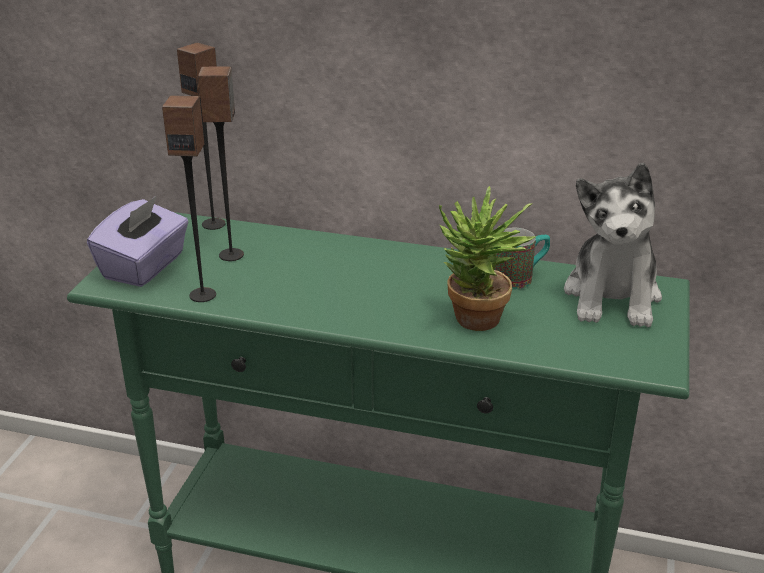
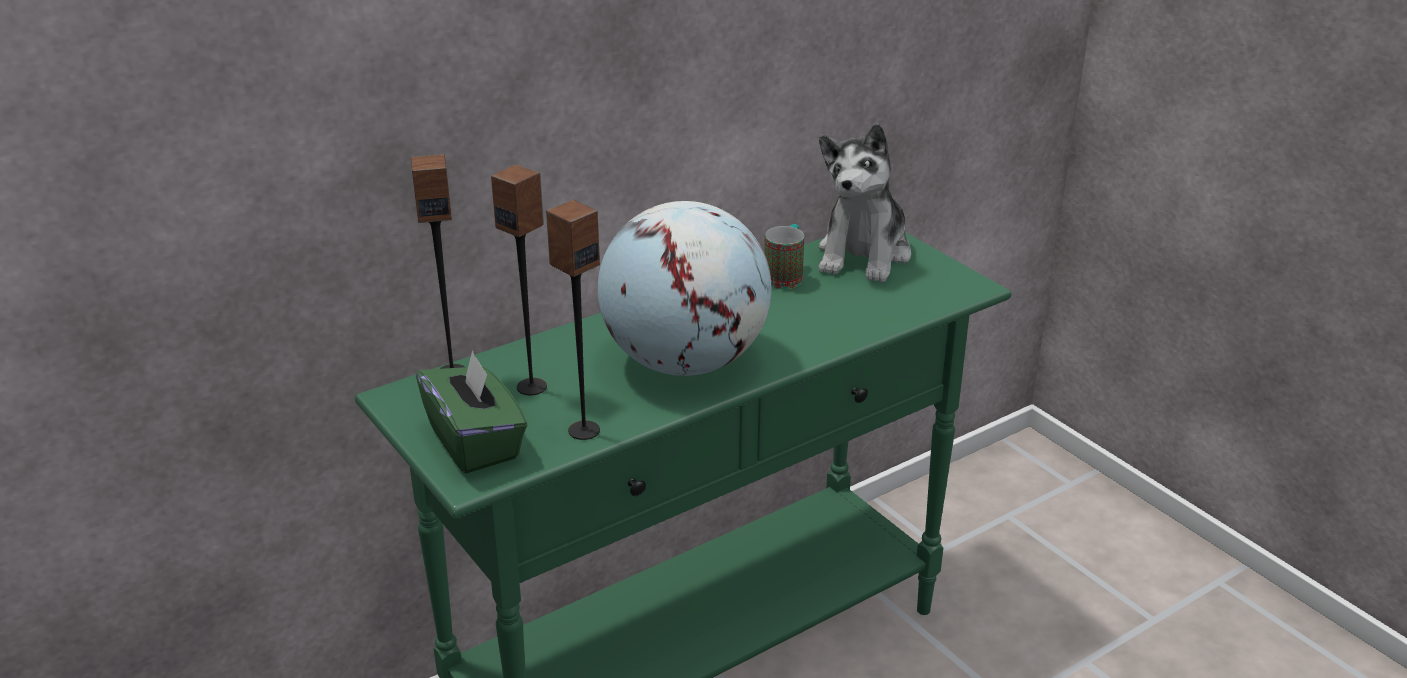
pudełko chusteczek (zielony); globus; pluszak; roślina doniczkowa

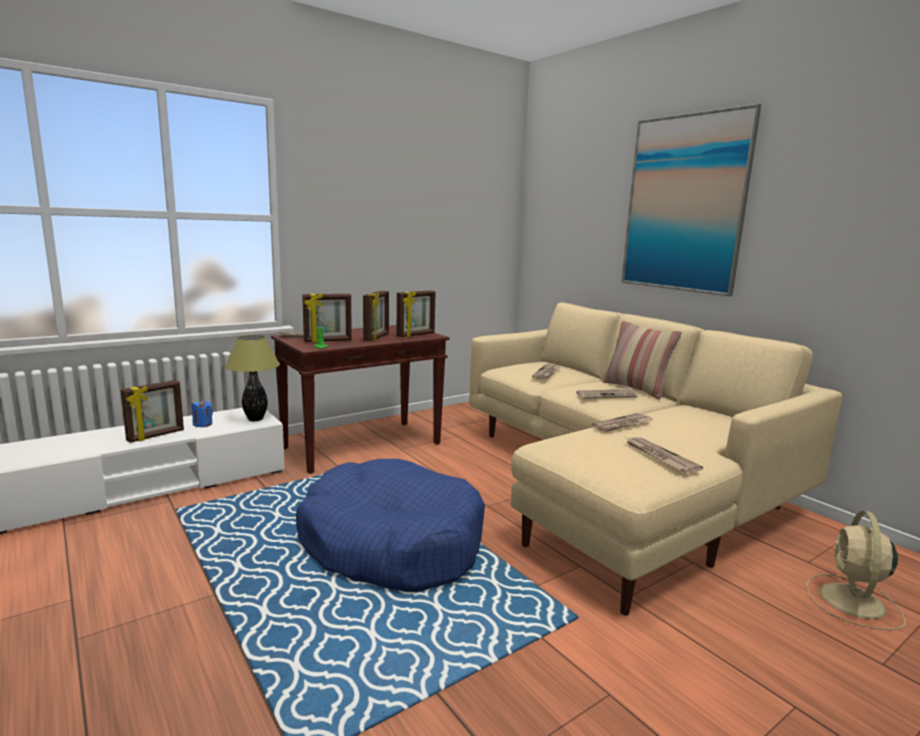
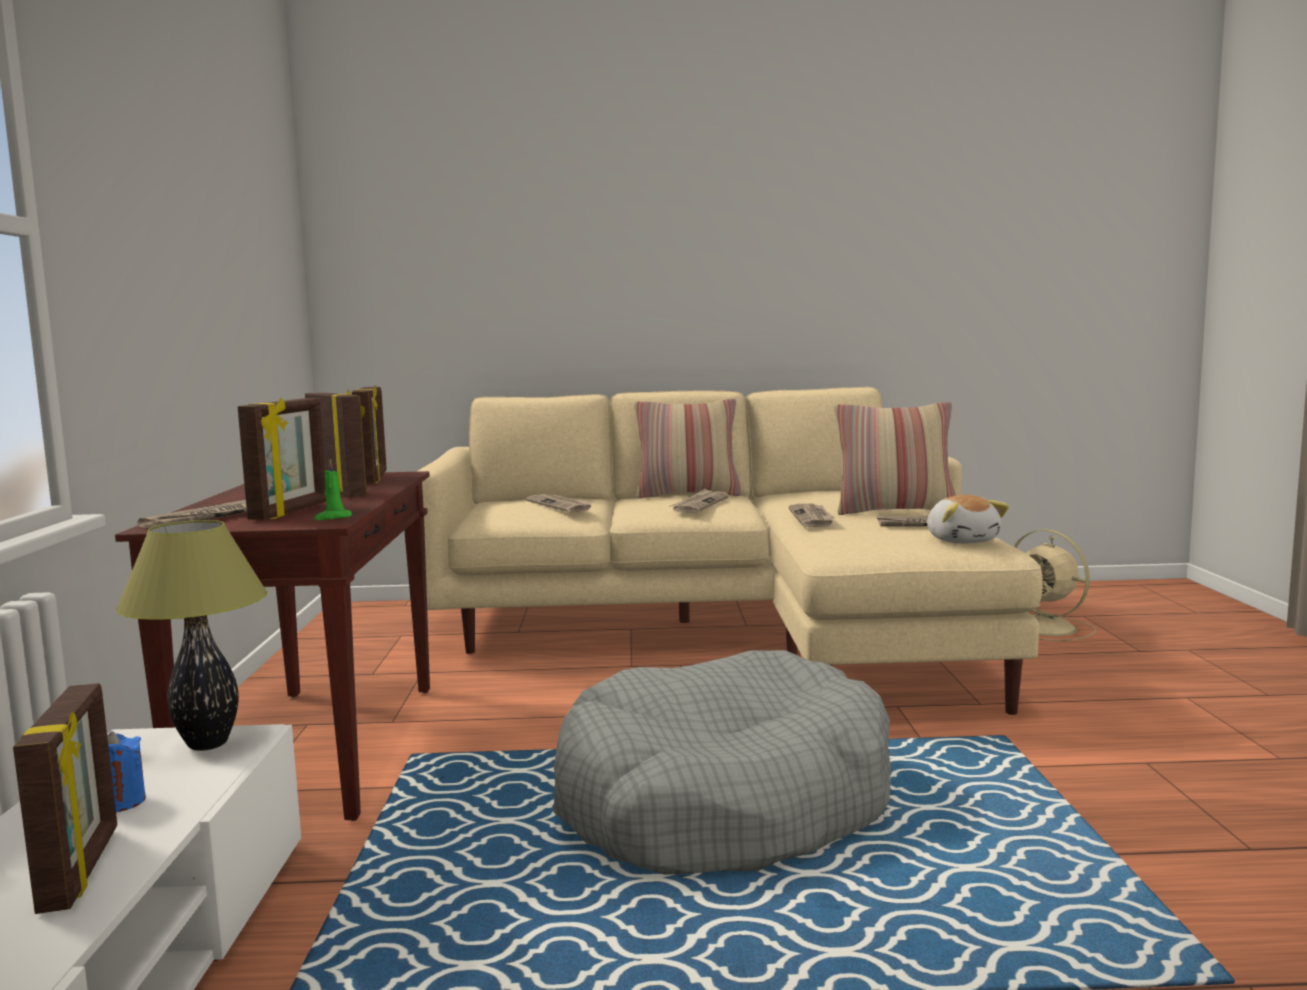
legowisko (szary); poduszka (no. 2 from left); pluszak; obraz

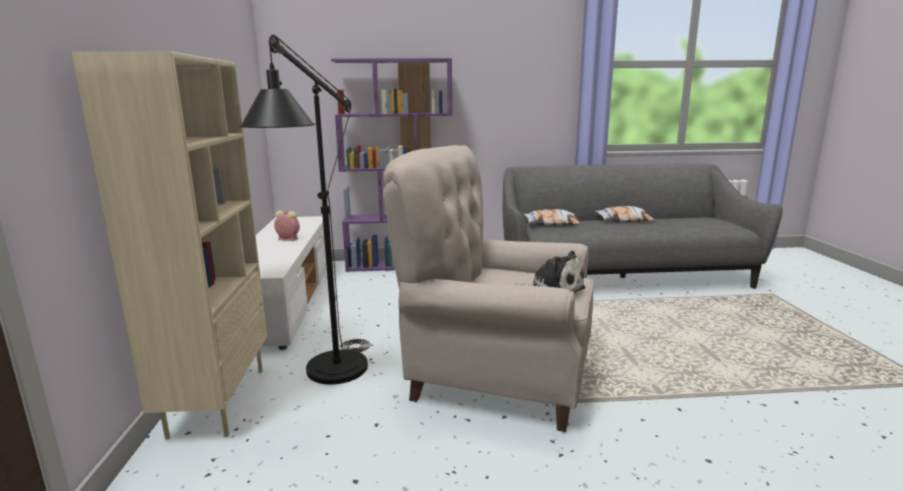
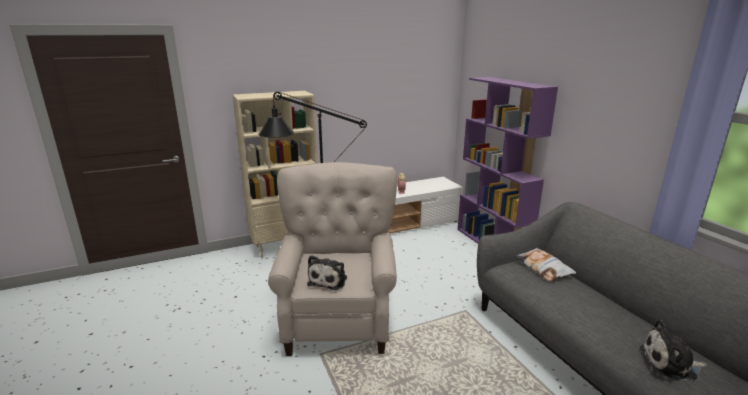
pluszak (no. 2 from left); poduszka (no. 2 from left in the first image)

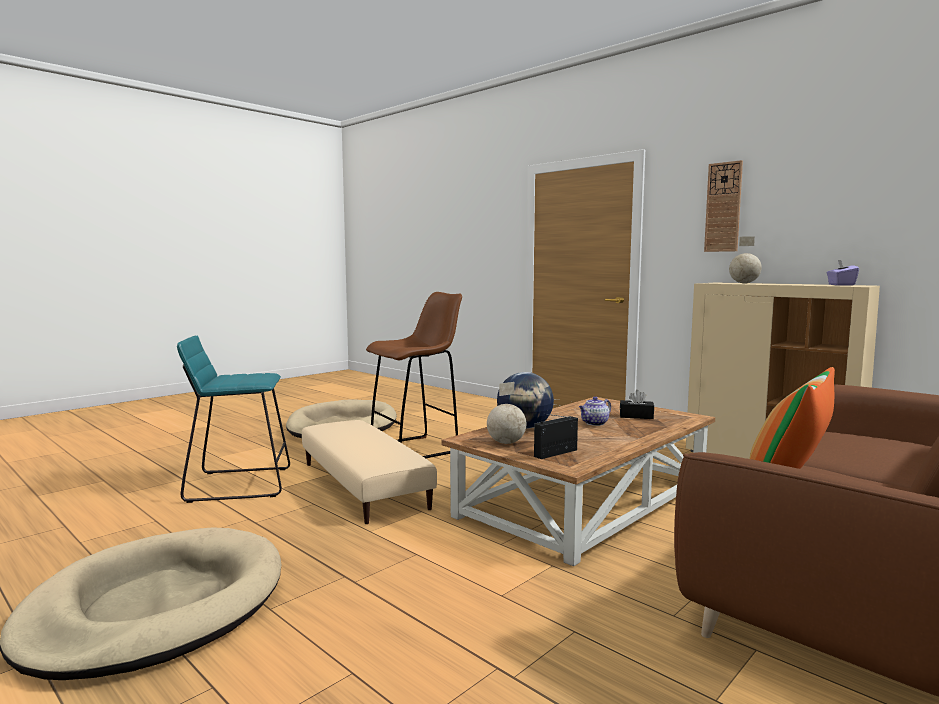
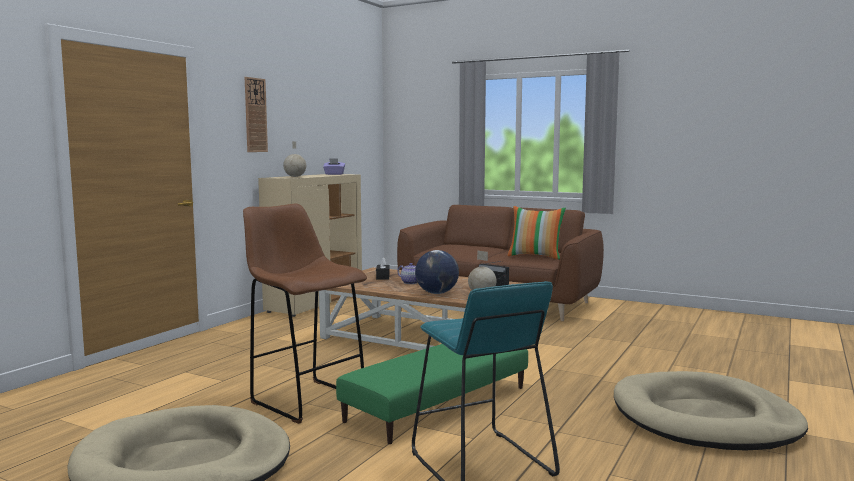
pufa (zielony)

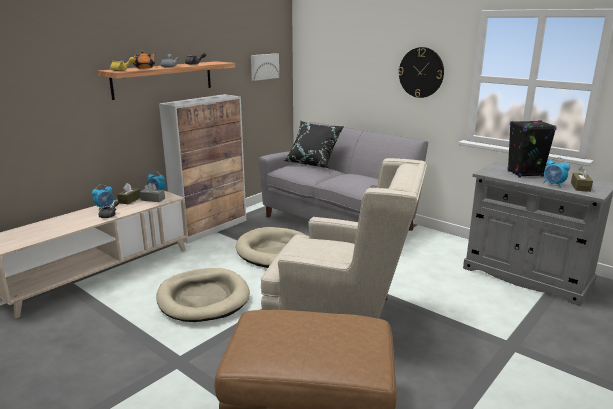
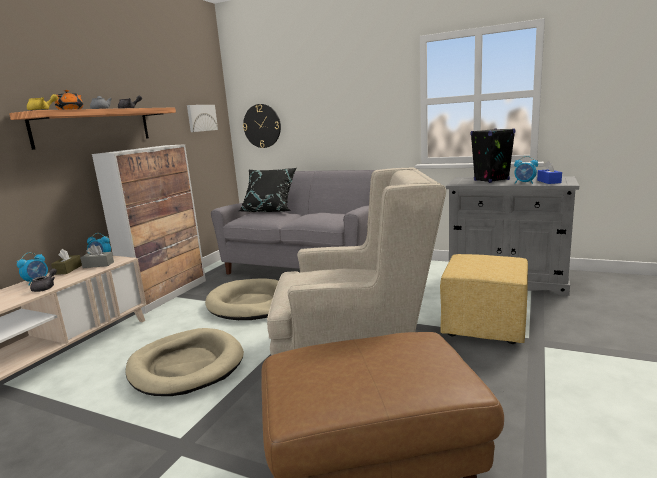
zegar ścienny; pufa (żółty); pudełko chusteczek (niebieski)

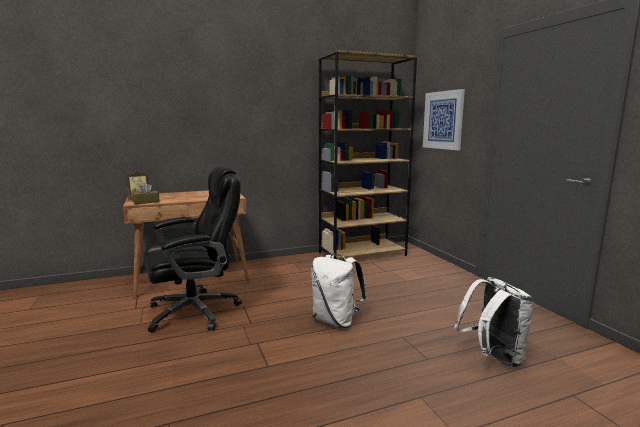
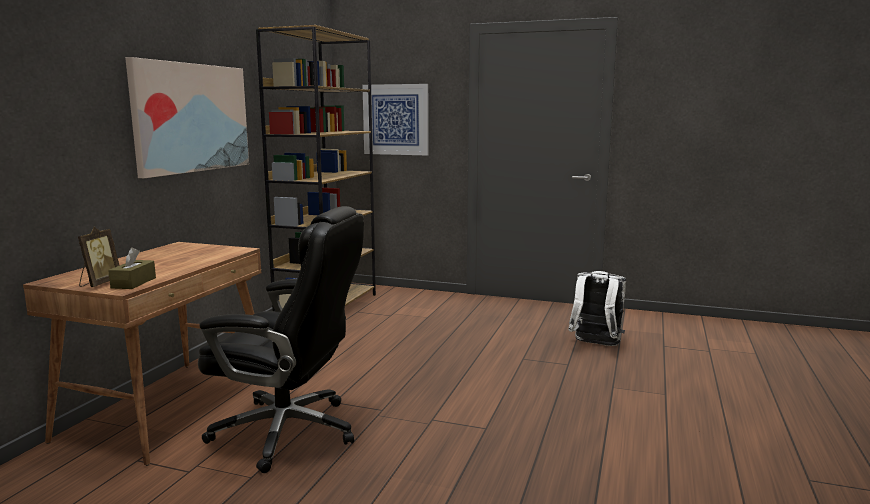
obraz (no. 1 from left); krzesło biurowe (czarny); plecak (biały) (no. 1 from left in the first image)

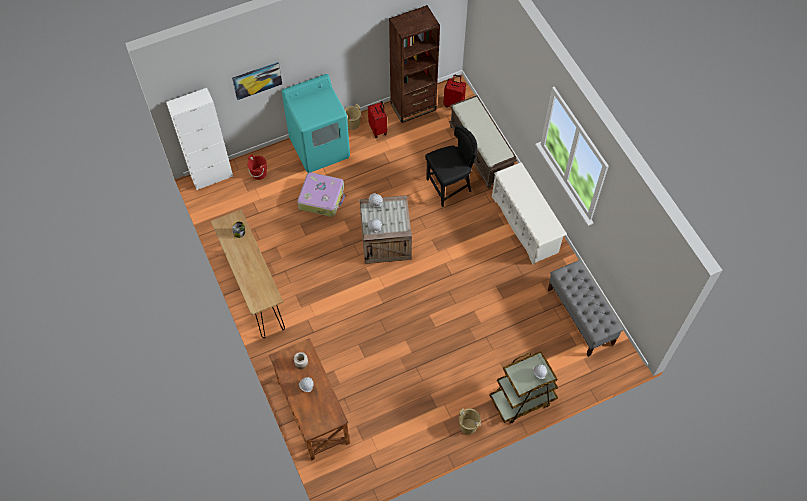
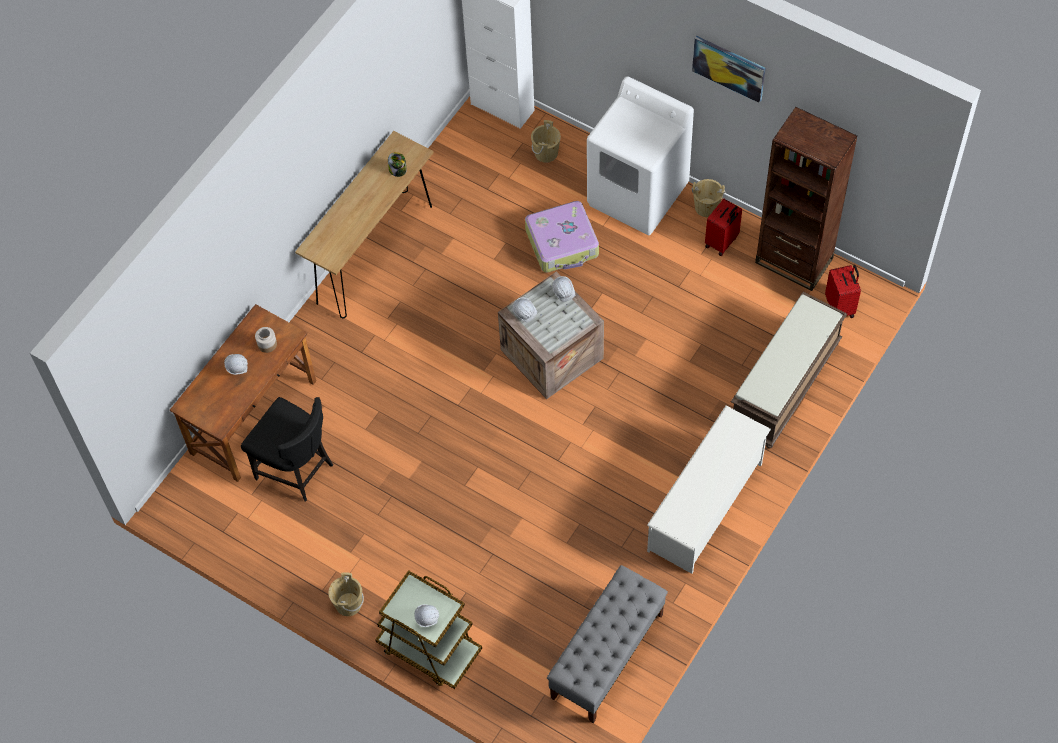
krzesło (czarny); wiadro (beżowy) (no. 2 from left); pralka (biały); obraz

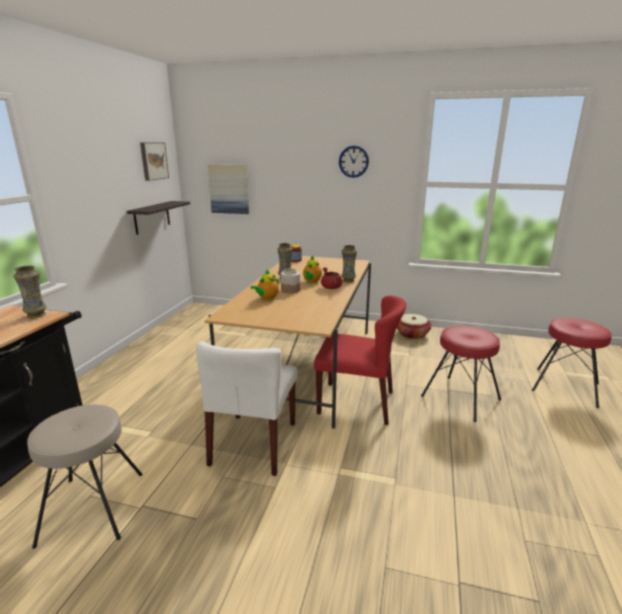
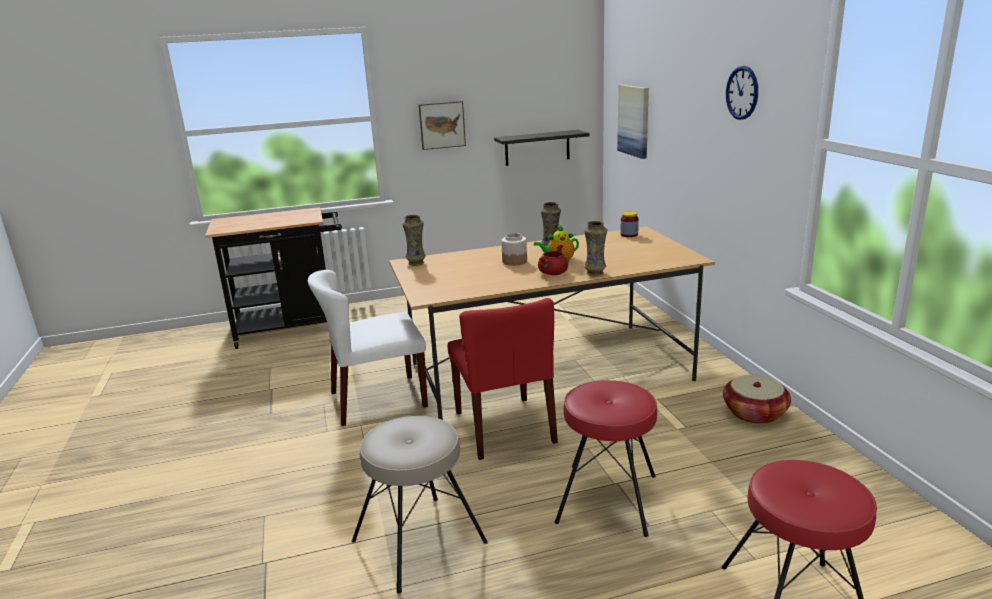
stołek (beżowy); wazon (no. 1 from left); obraz (no. 1 from left); imbryk (no. 1 from left in the first image)

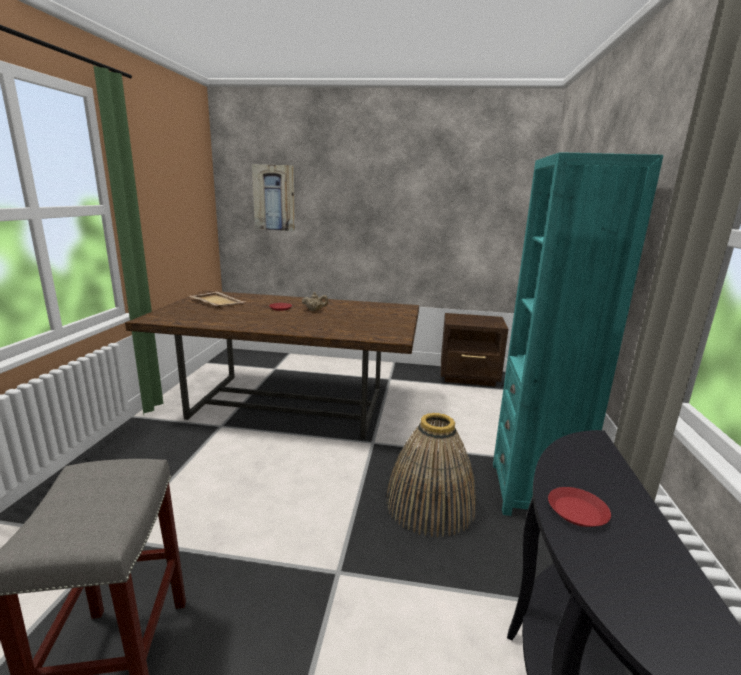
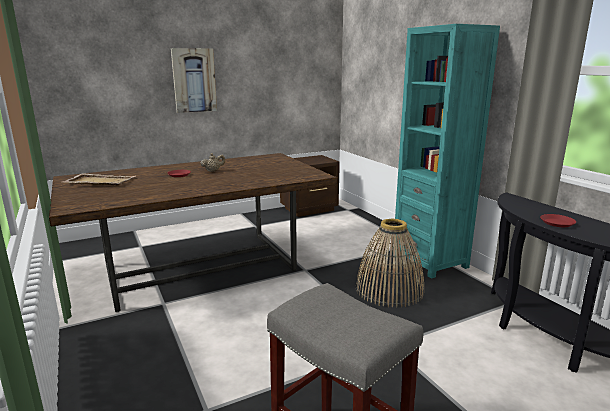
obraz

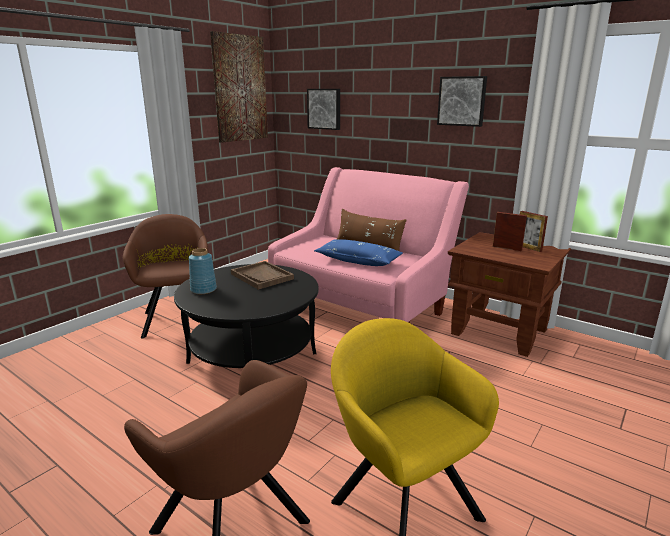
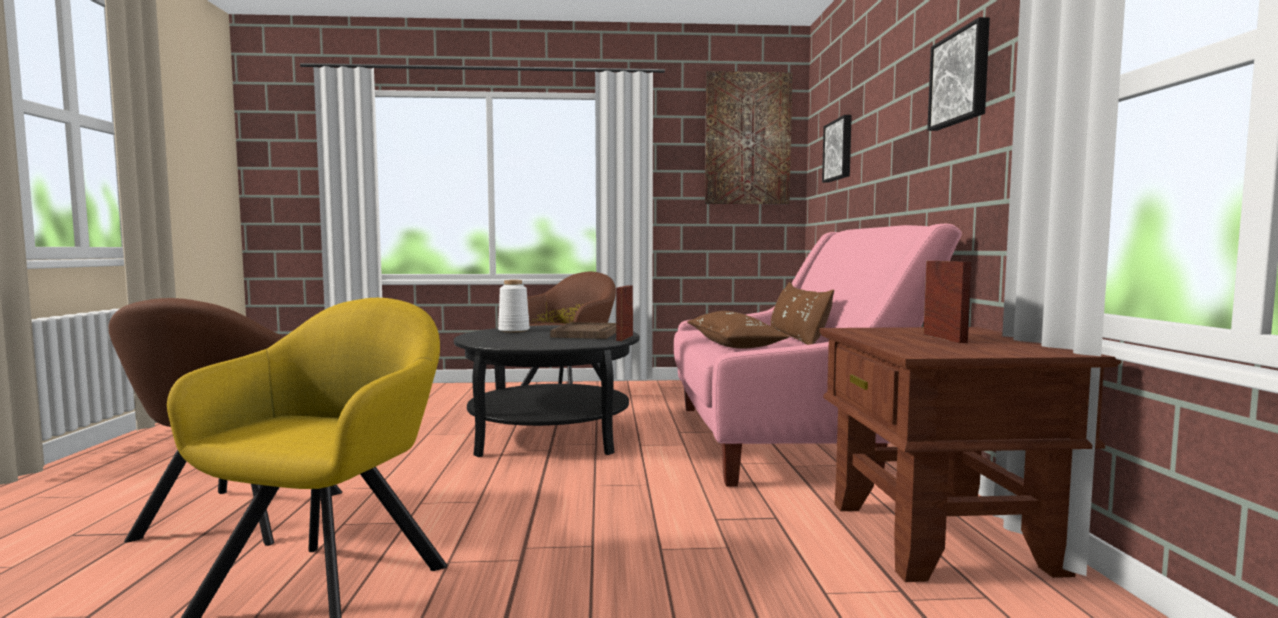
wazon (biały); ramka na zdjęcie (no. 1 from left); poduszka (brązowy) (no. 1 from left)

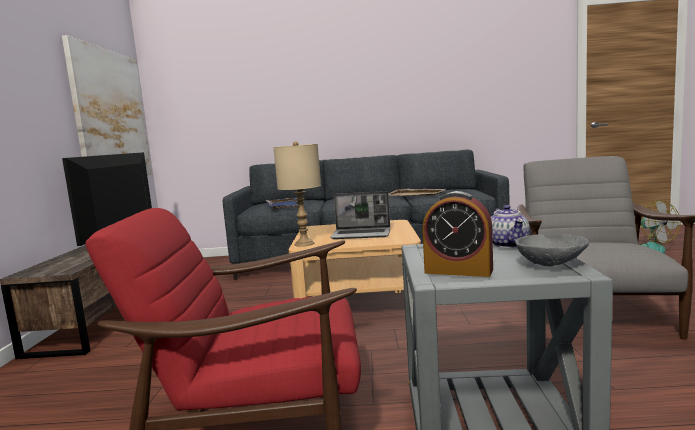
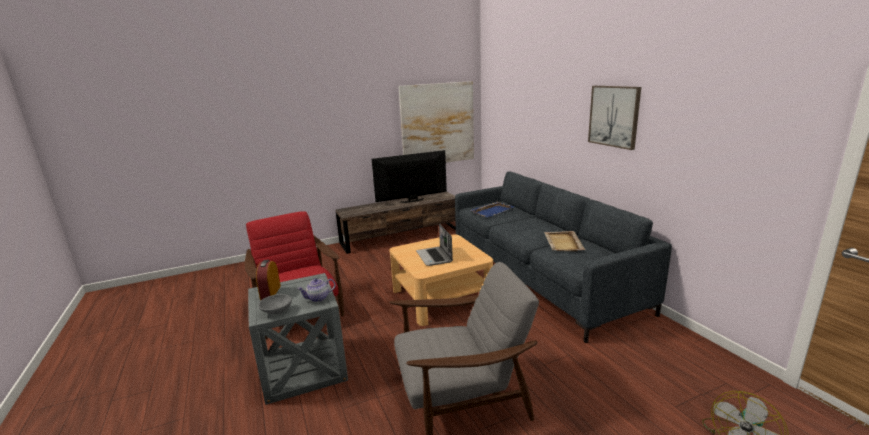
obraz (no. 2 from left); lampa stołowa (beżowy)

